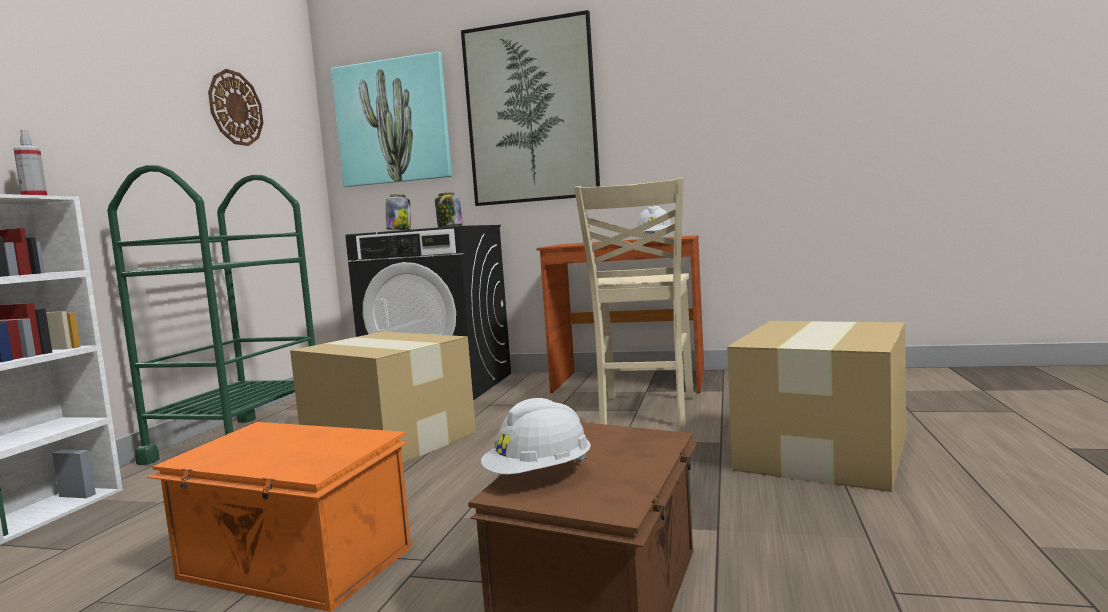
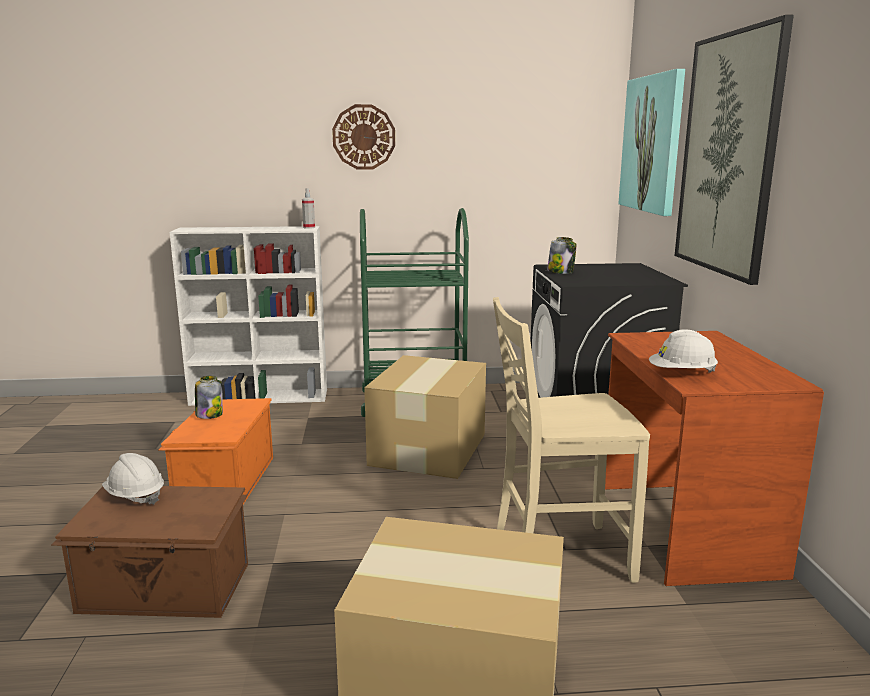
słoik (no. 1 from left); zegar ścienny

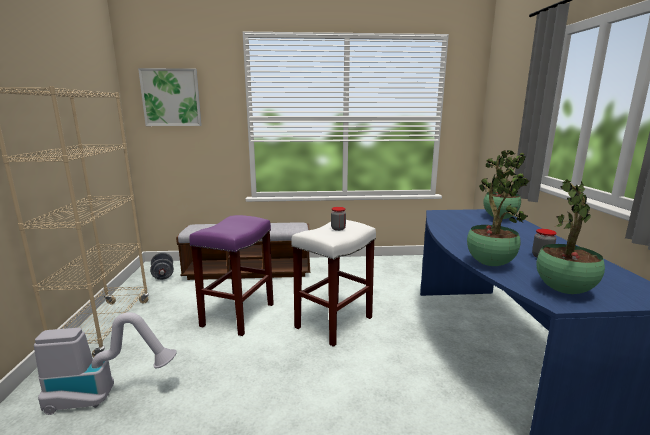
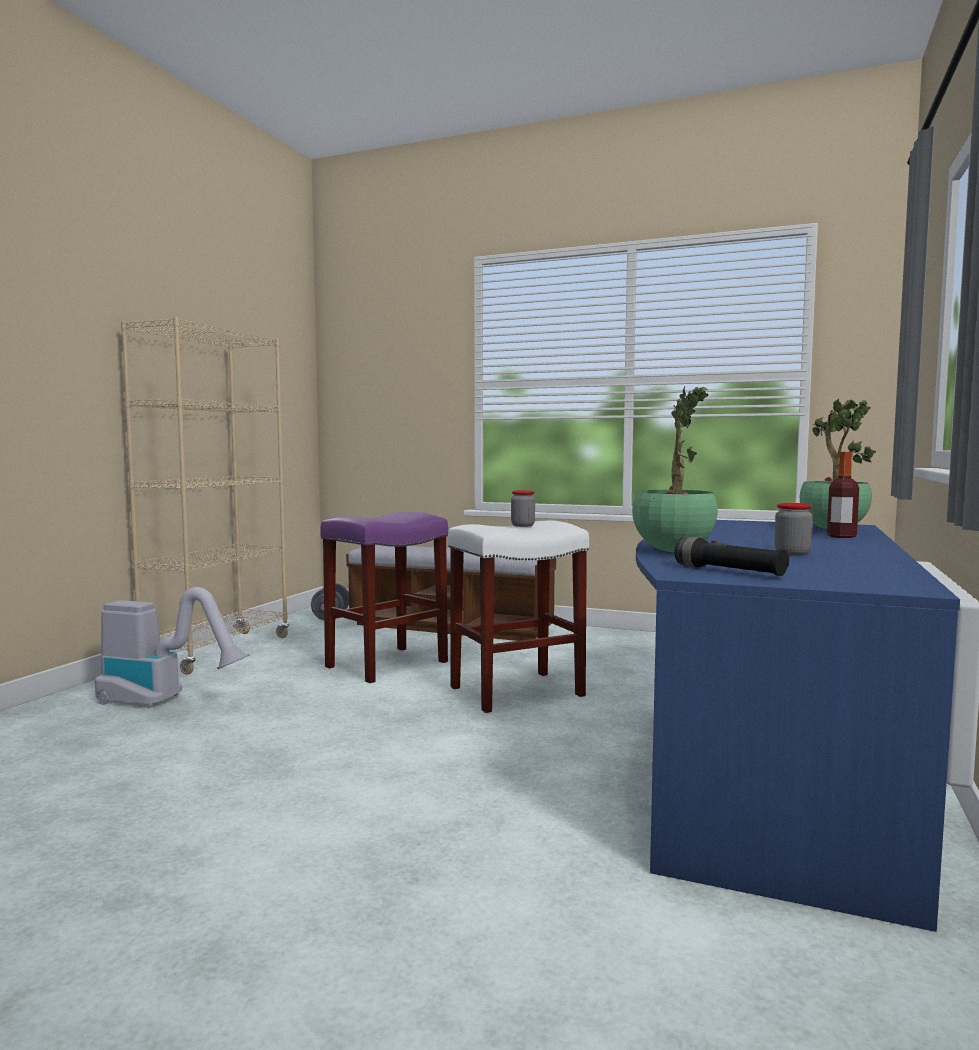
latarka (czarny); butelka; obraz

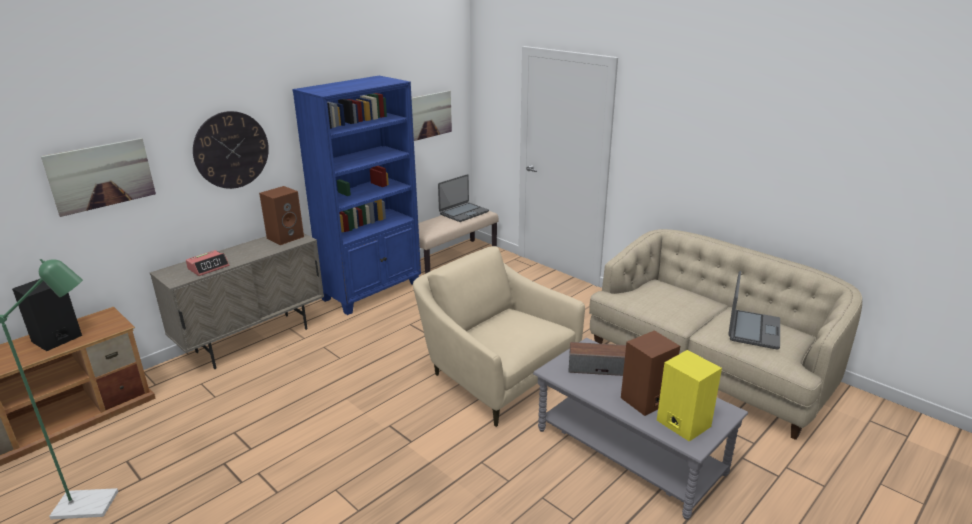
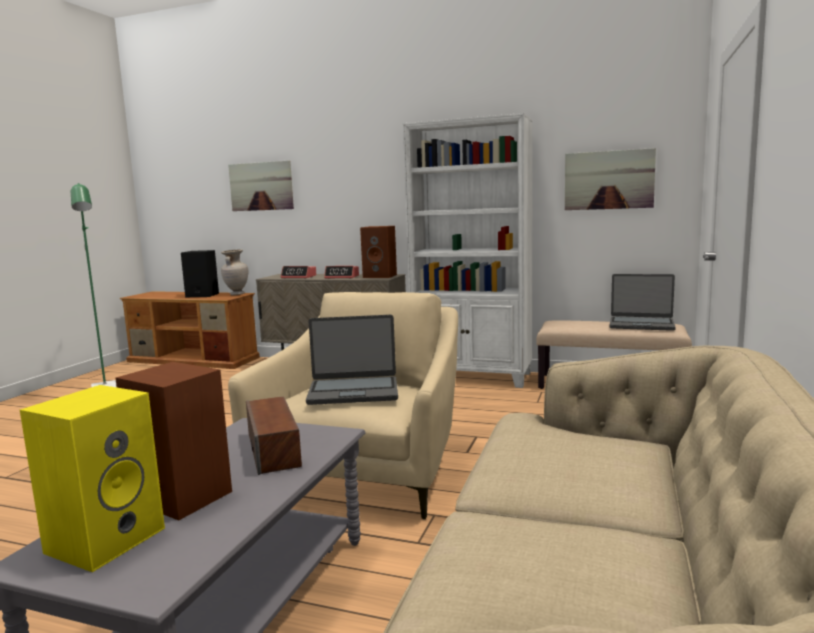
wazon (beżowy); laptop (no. 1 from left); budzik (no. 2 from left); regał (biały); zegar ścienny

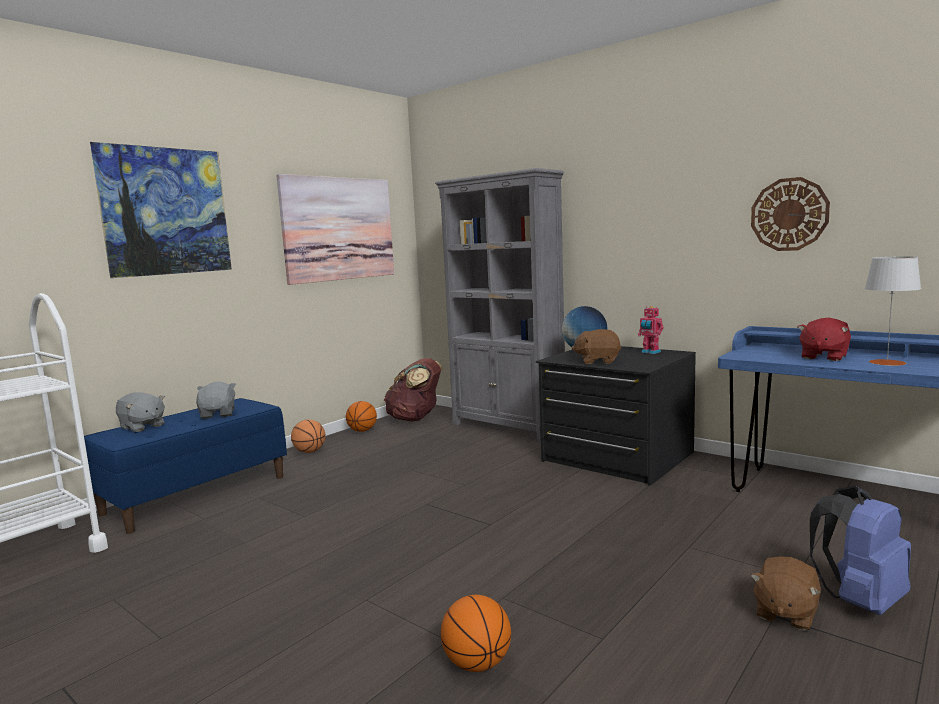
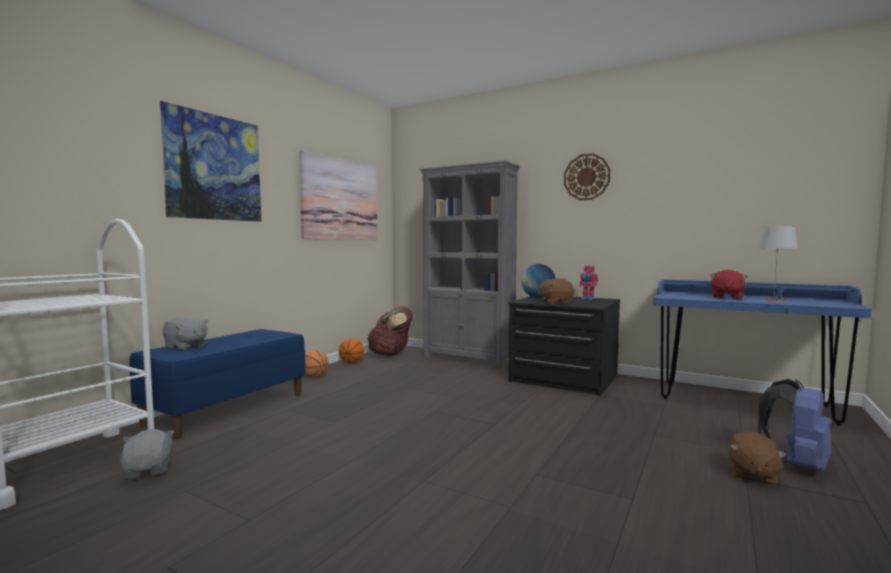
pluszak (szary) (no. 1 from left); zegar ścienny; piłka do koszykówki (no. 3 from left in the first image)

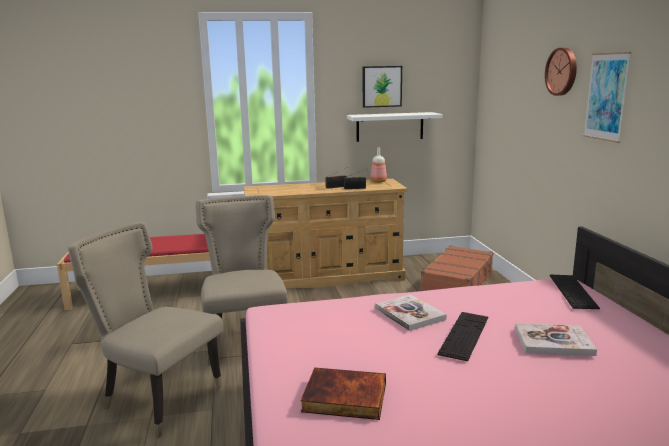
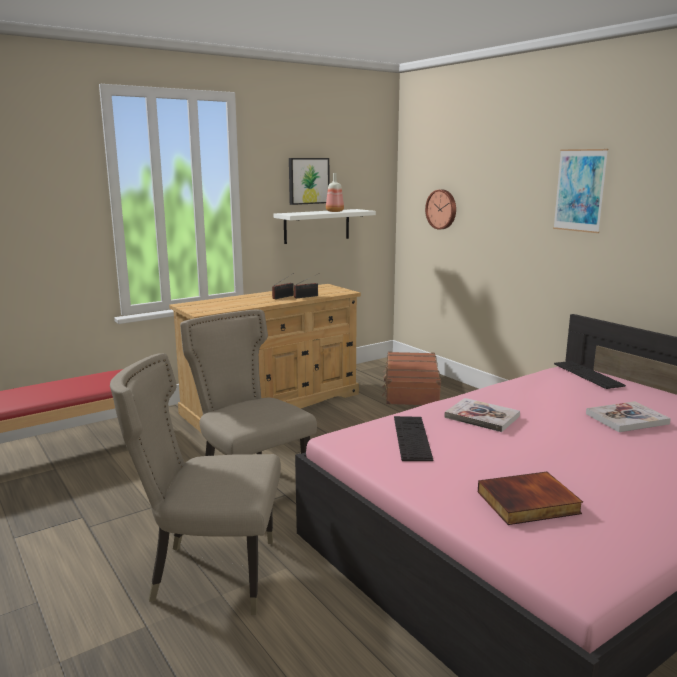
butelka; klawiatura (no. 1 from left); zegar ścienny

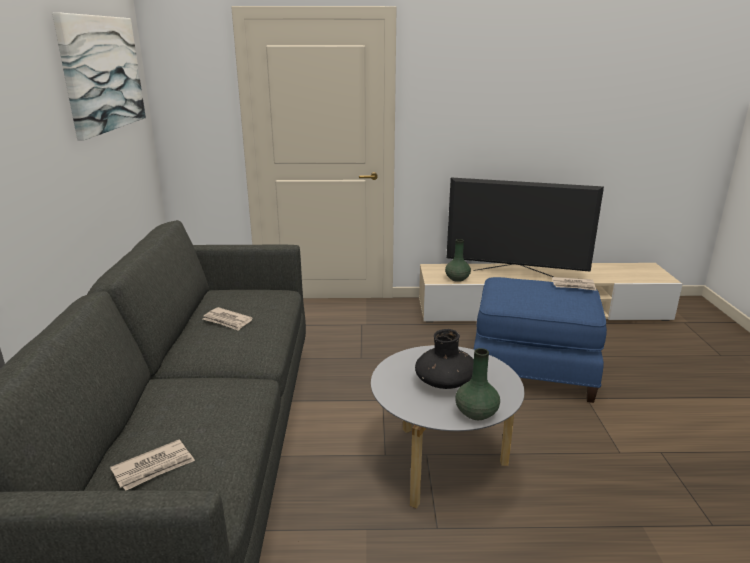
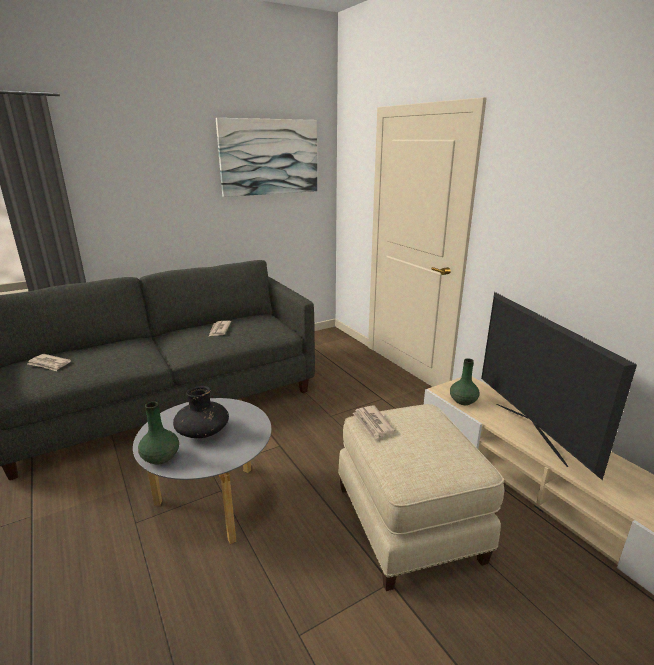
pufa (beżowy); gazeta (no. 3 from left)

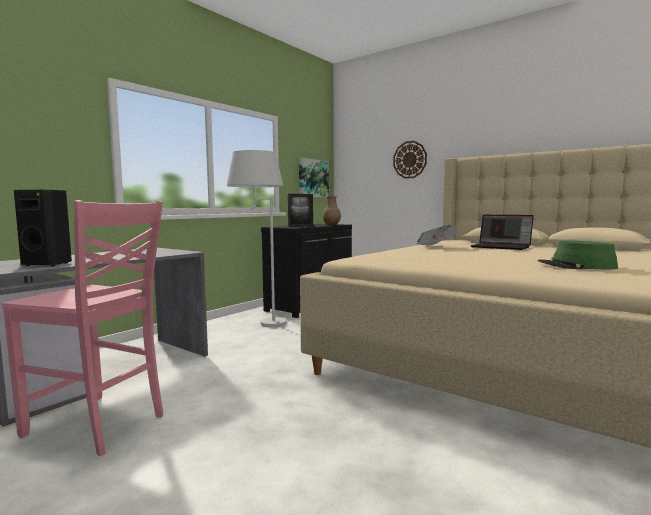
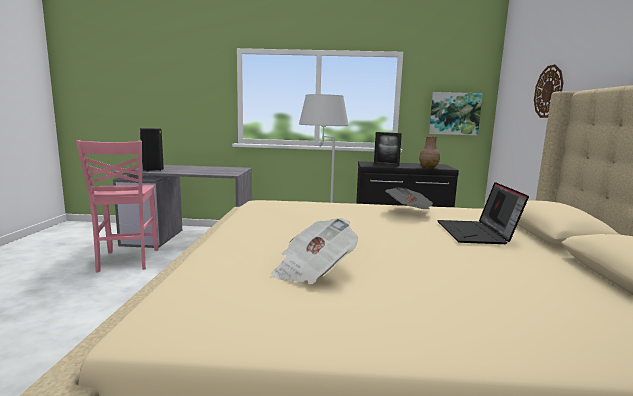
gazeta (no. 1 from left)

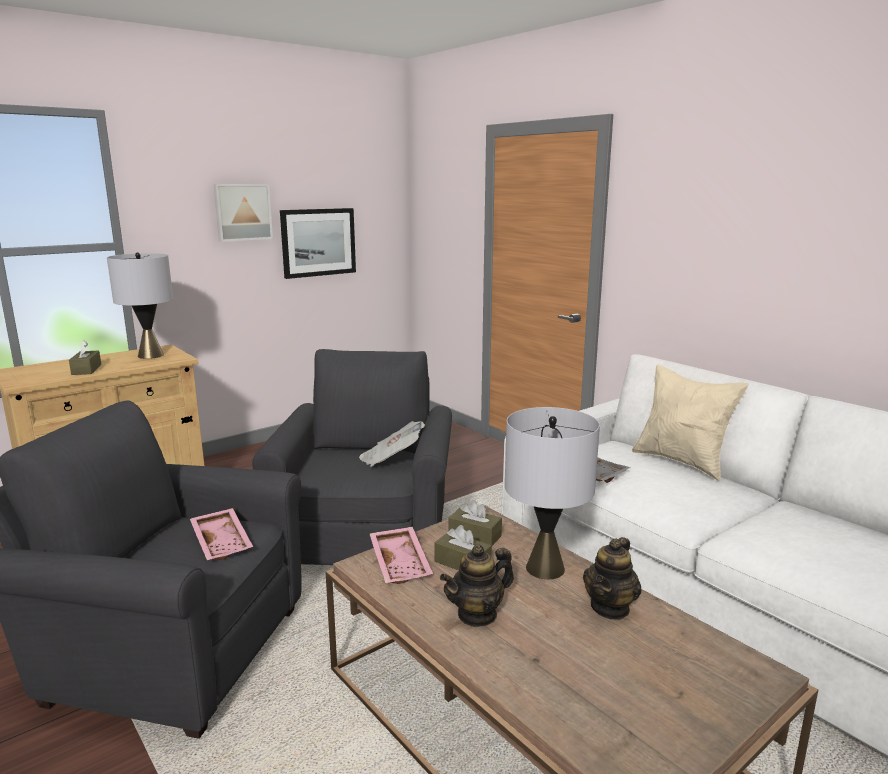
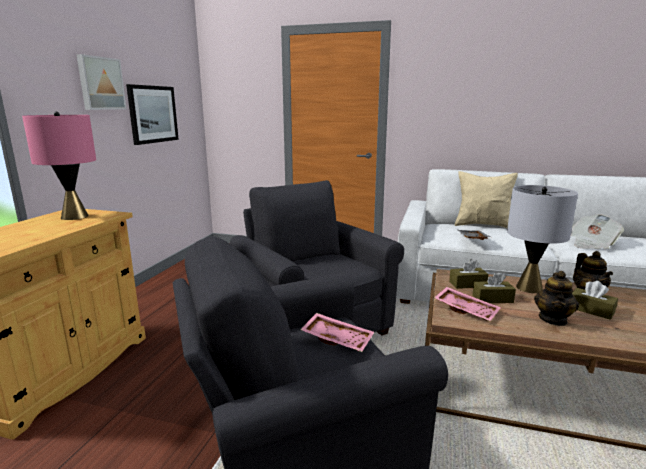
lampa stołowa (różowy); gazeta; pudełko chusteczek (brązowy) (no. 3 from left)

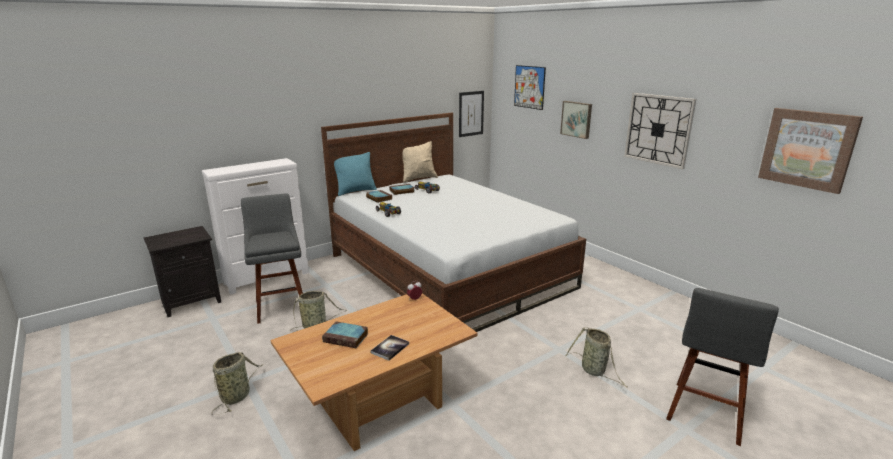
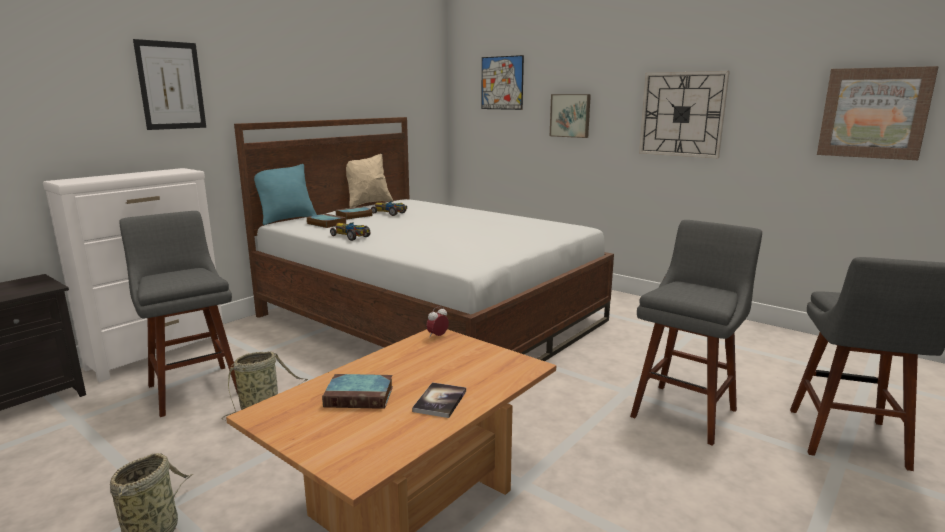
obraz (no. 1 from left); stołek (szary) (no. 2 from left)

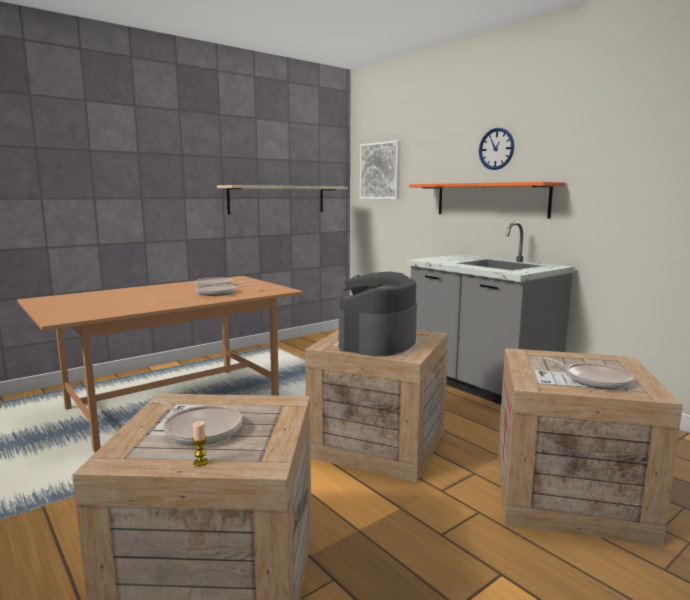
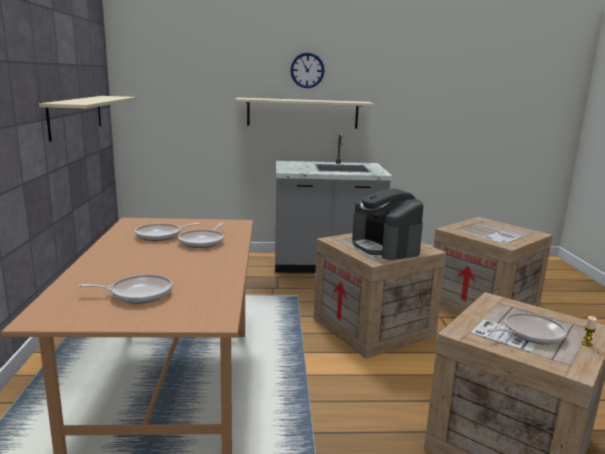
patelnia (no. 1 from left); półka (beżowy) (no. 2 from left); obraz

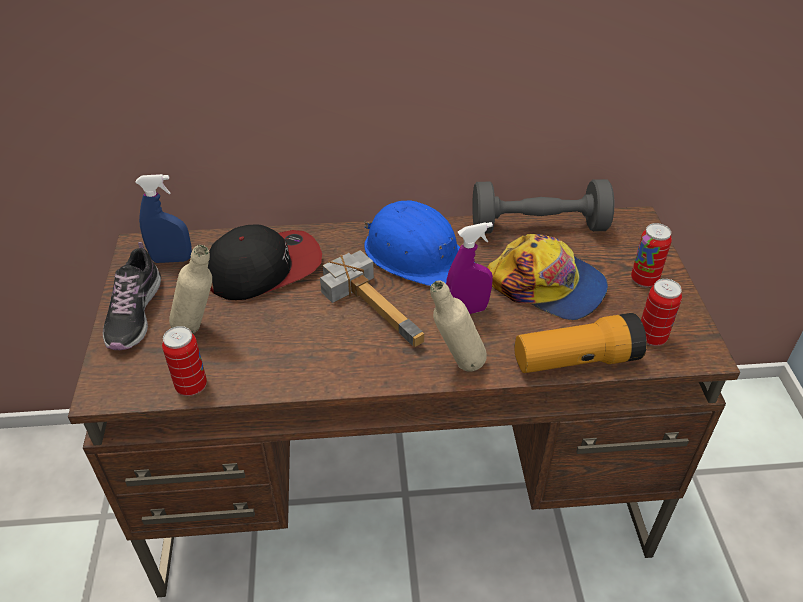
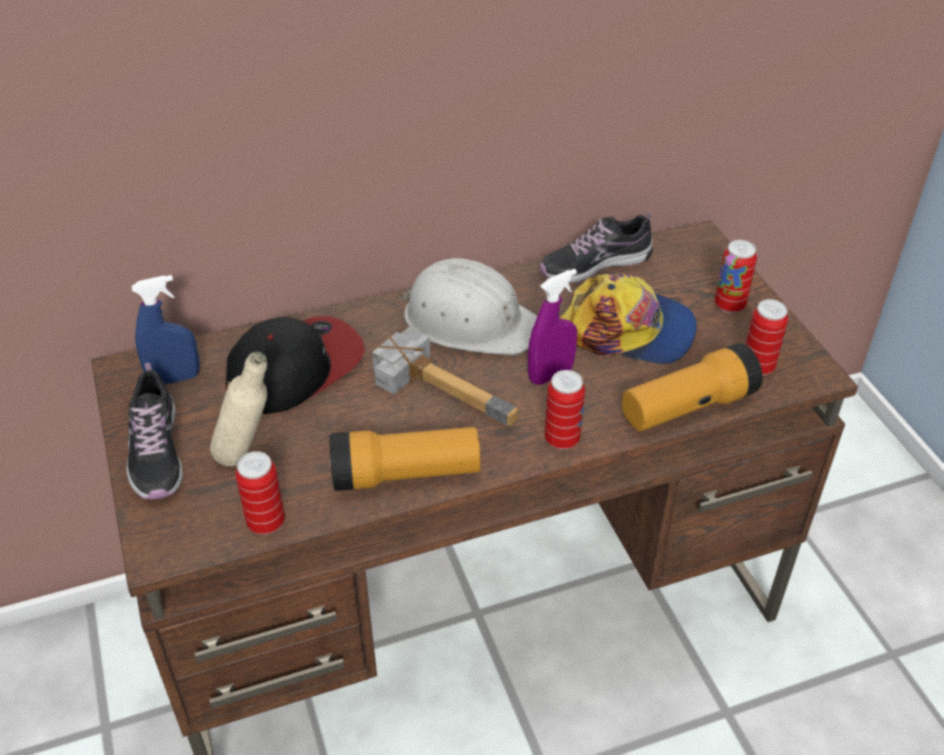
latarka (no. 1 from left); kask (biały); but (no. 2 from left); puszka (no. 2 from left)

